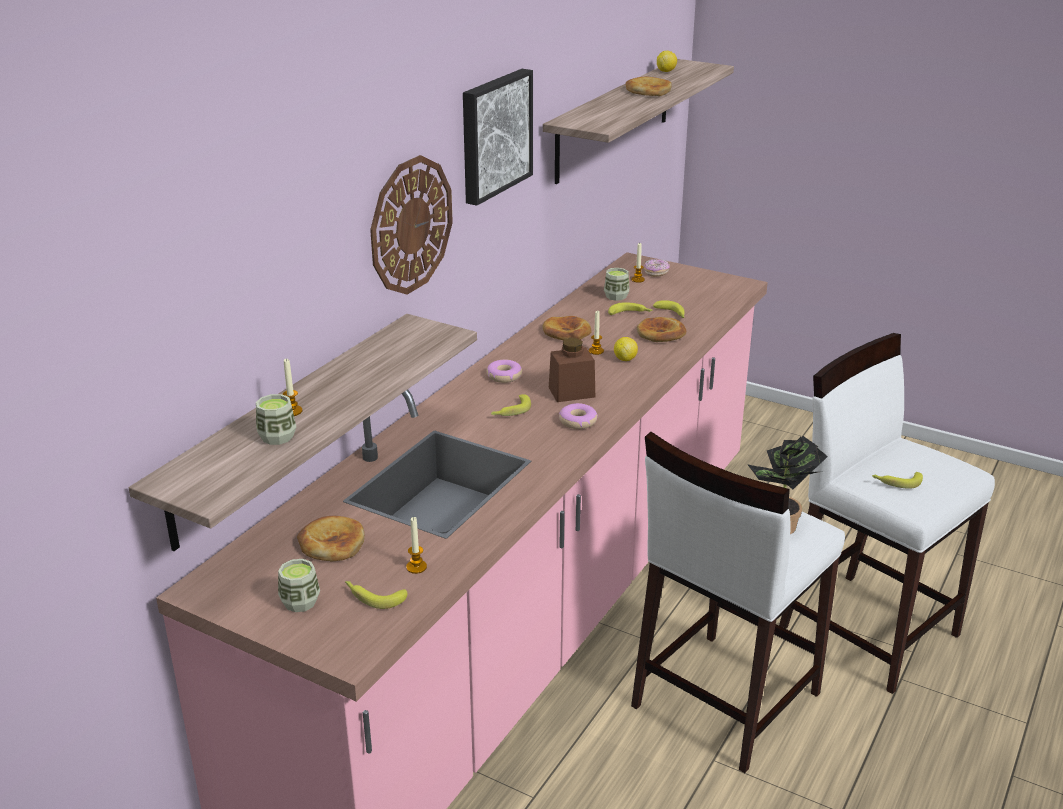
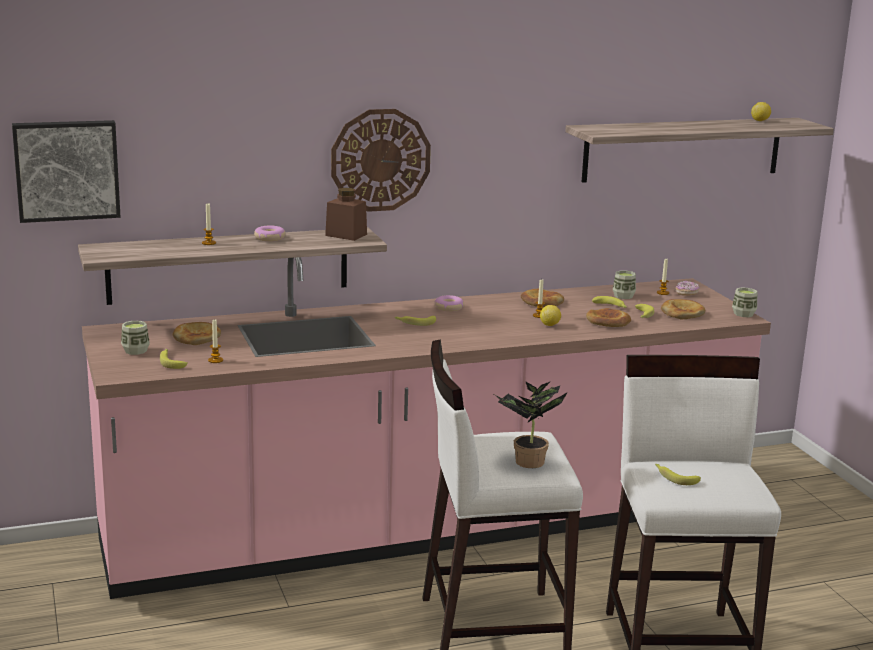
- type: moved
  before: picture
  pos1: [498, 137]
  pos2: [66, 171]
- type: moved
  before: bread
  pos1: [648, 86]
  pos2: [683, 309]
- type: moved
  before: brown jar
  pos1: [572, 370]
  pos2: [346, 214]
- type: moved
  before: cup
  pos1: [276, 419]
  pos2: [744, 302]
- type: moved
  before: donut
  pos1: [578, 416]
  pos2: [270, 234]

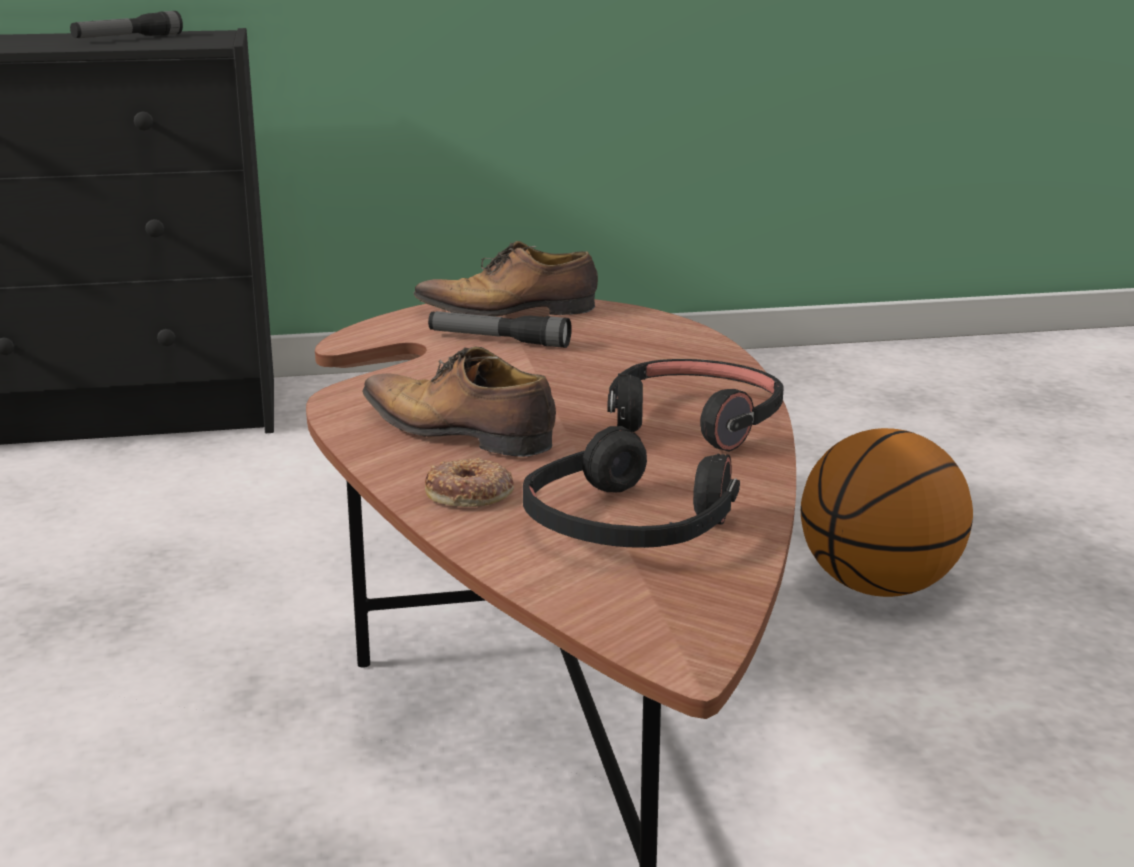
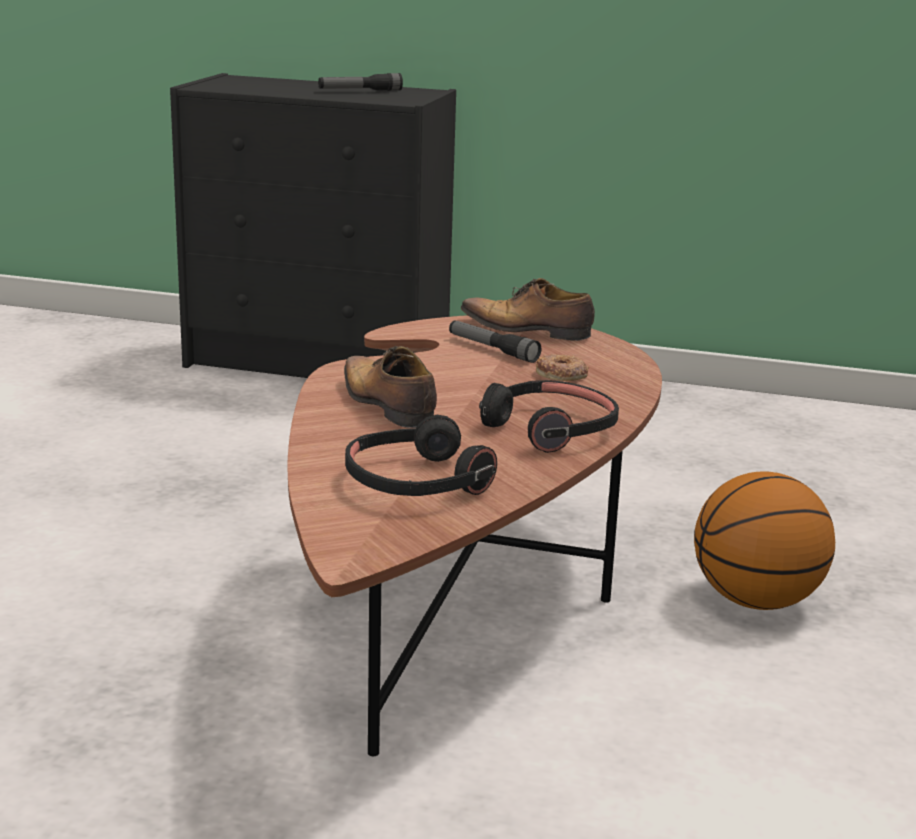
- type: moved
  before: donut
  pos1: [469, 482]
  pos2: [562, 367]

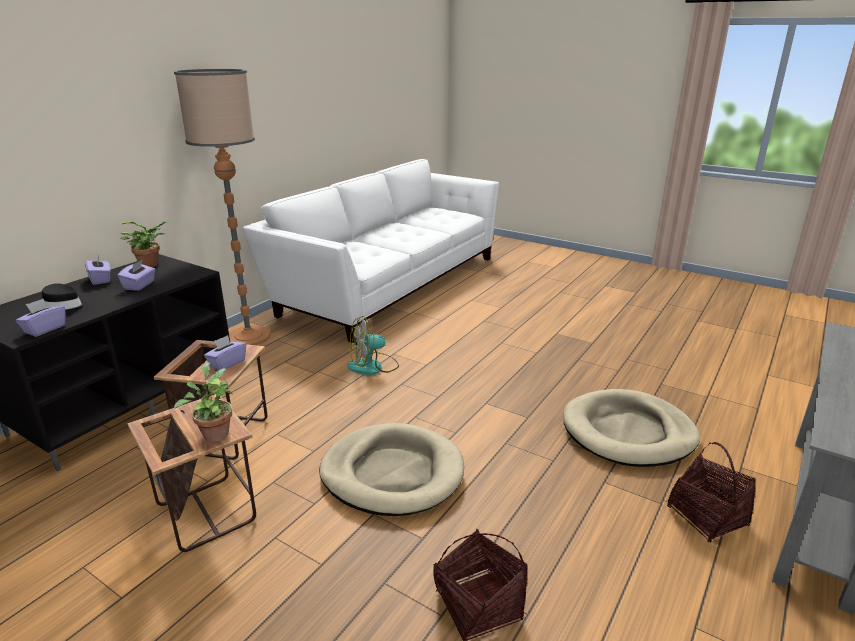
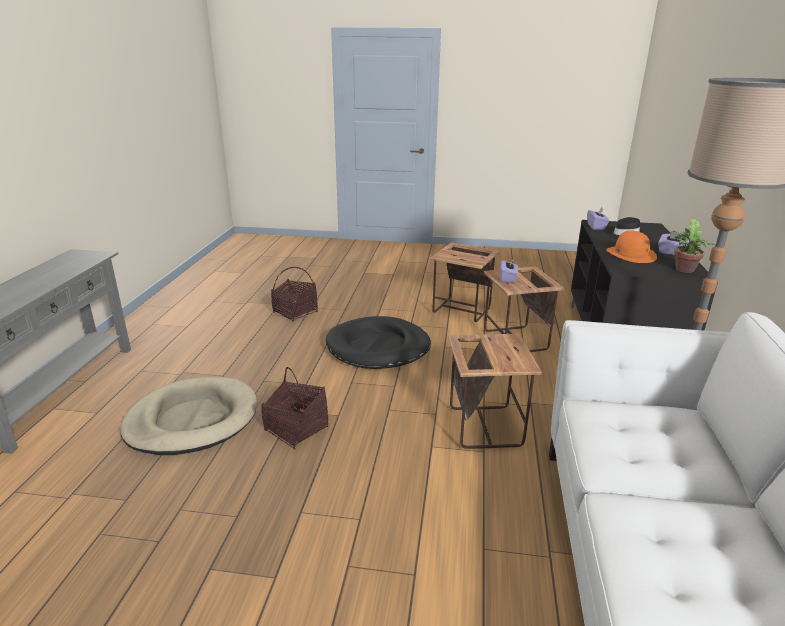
- type: replaced
  before: purple tissue box
  after: orange hat
  pos1: [137, 275]
  pos2: [631, 246]
- type: replaced
  before: fan
  after: side table
  pos1: [373, 346]
  pos2: [495, 391]
- type: removed
  before: potted plant
  pos1: [203, 402]
- type: recoloured
  before: beige dog bed
  after: black dog bed
  pos1: [391, 469]
  pos2: [378, 342]
- type: moved
  before: basket
  pos1: [711, 492]
  pos2: [295, 408]

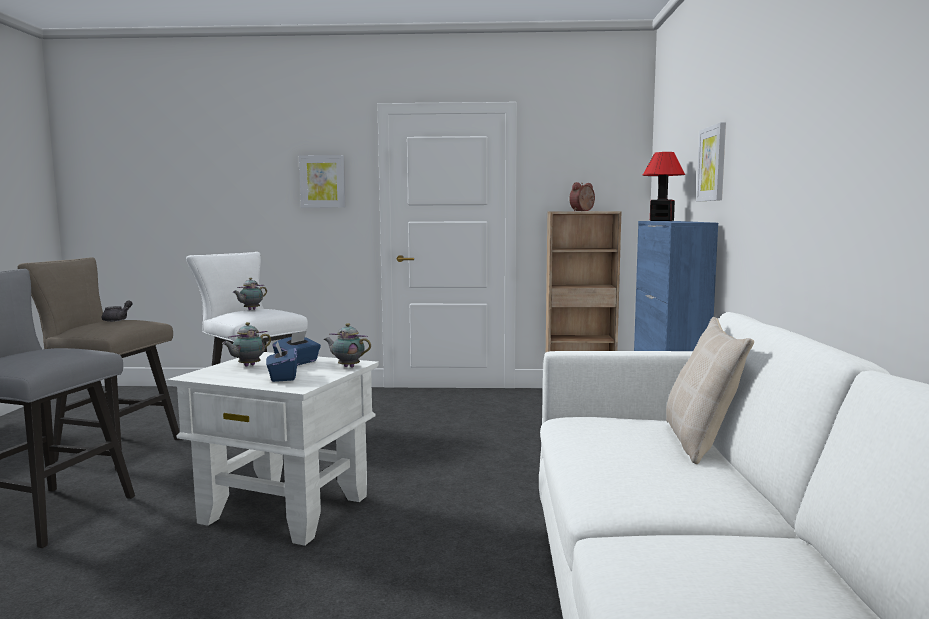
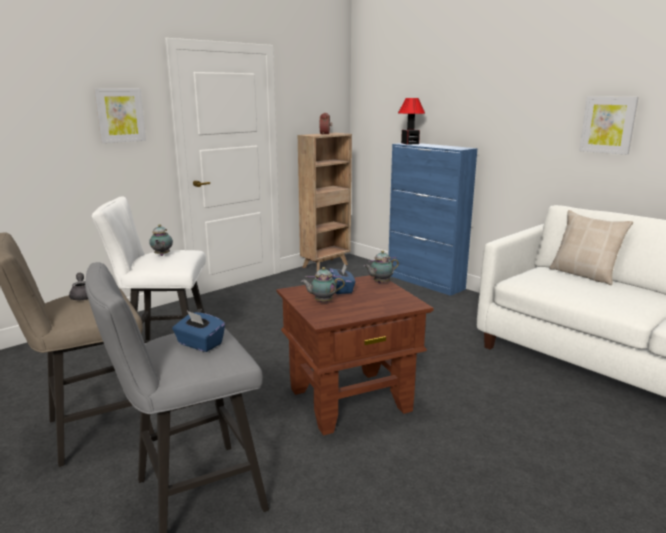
- type: moved
  before: picture
  pos1: [711, 161]
  pos2: [609, 125]
- type: turned
  before: teapot
  pos1: [246, 344]
  pos2: [323, 284]
  turn: 90
- type: moved
  before: blue tissue box
  pos1: [281, 361]
  pos2: [198, 331]
- type: recoloured
  before: white side table
  after: brown side table
  pos1: [273, 449]
  pos2: [354, 355]

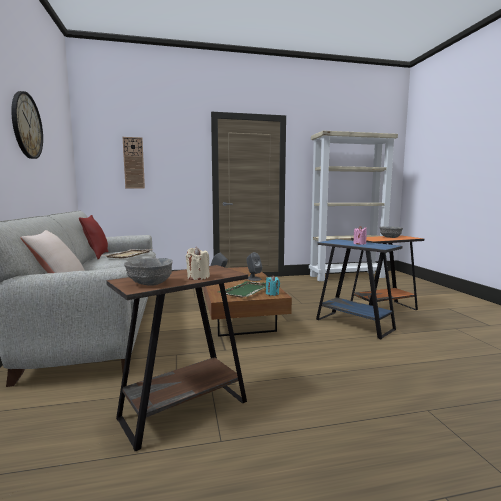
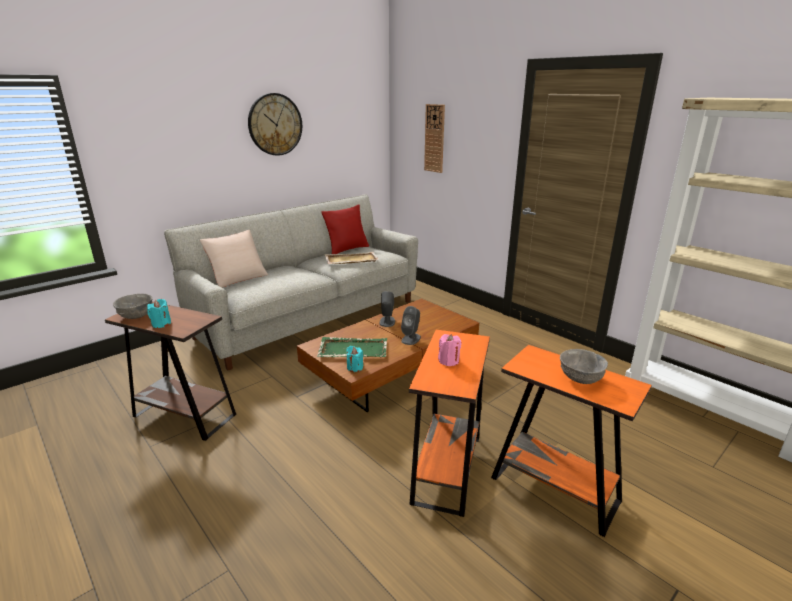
- type: recoloured
  before: blue side table
  after: orange side table
  pos1: [359, 289]
  pos2: [449, 423]
- type: recoloured
  before: beige candle
  after: turquoise candle
  pos1: [198, 263]
  pos2: [159, 313]

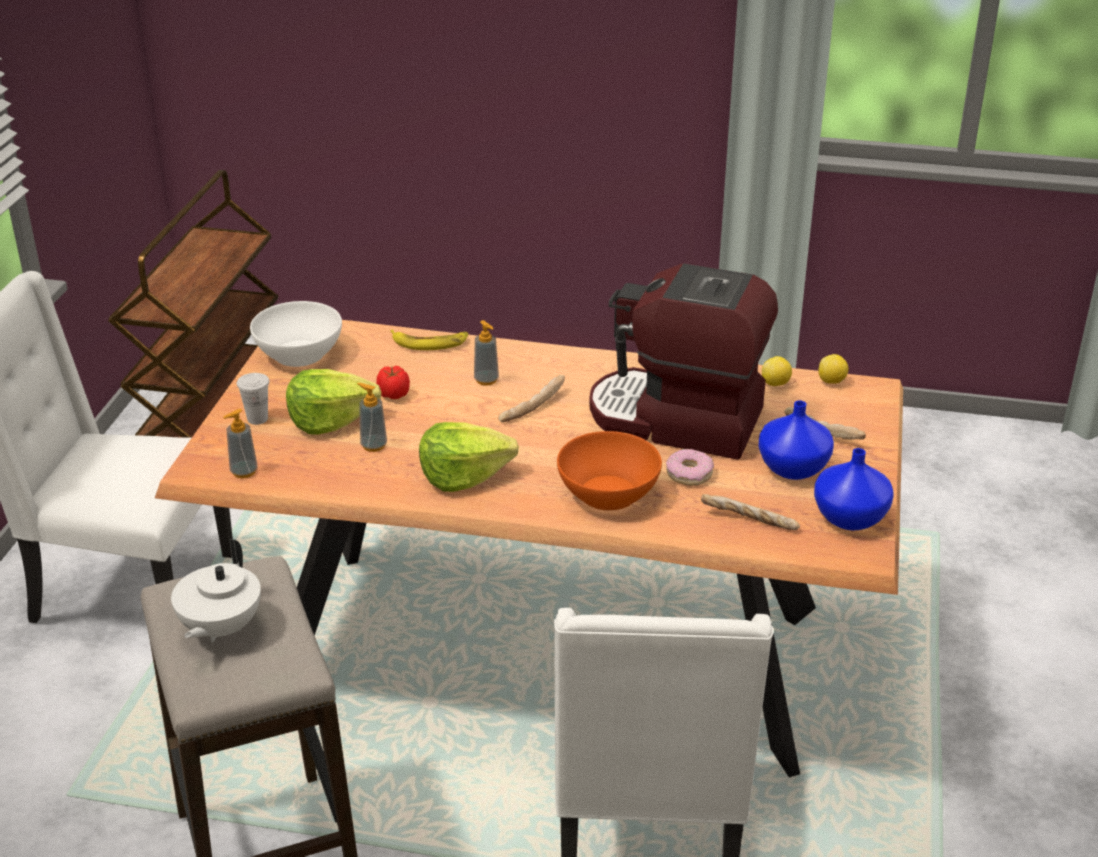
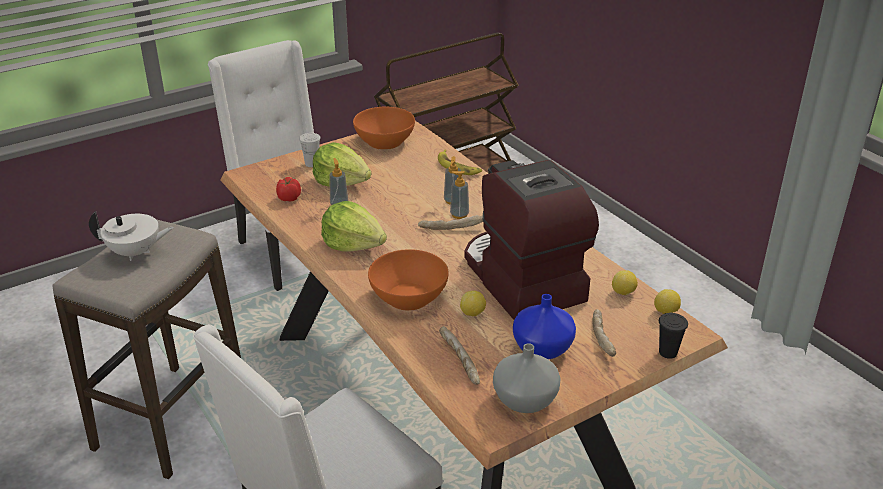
- type: recoloured
  before: white bowl
  after: orange bowl
  pos1: [296, 334]
  pos2: [384, 128]
- type: moved
  before: tomato
  pos1: [393, 382]
  pos2: [288, 189]
- type: moved
  before: soap dispenser
  pos1: [240, 443]
  pos2: [459, 195]
- type: recoloured
  before: blue vase
  after: grey vase
  pos1: [854, 489]
  pos2: [527, 378]
- type: replaced
  before: donut
  after: lemon
  pos1: [690, 467]
  pos2: [473, 303]
- type: turned
  before: white teapot
  pos1: [216, 591]
  pos2: [131, 236]
  turn: -150
- type: added
  after: black cup
  pos2: [673, 336]

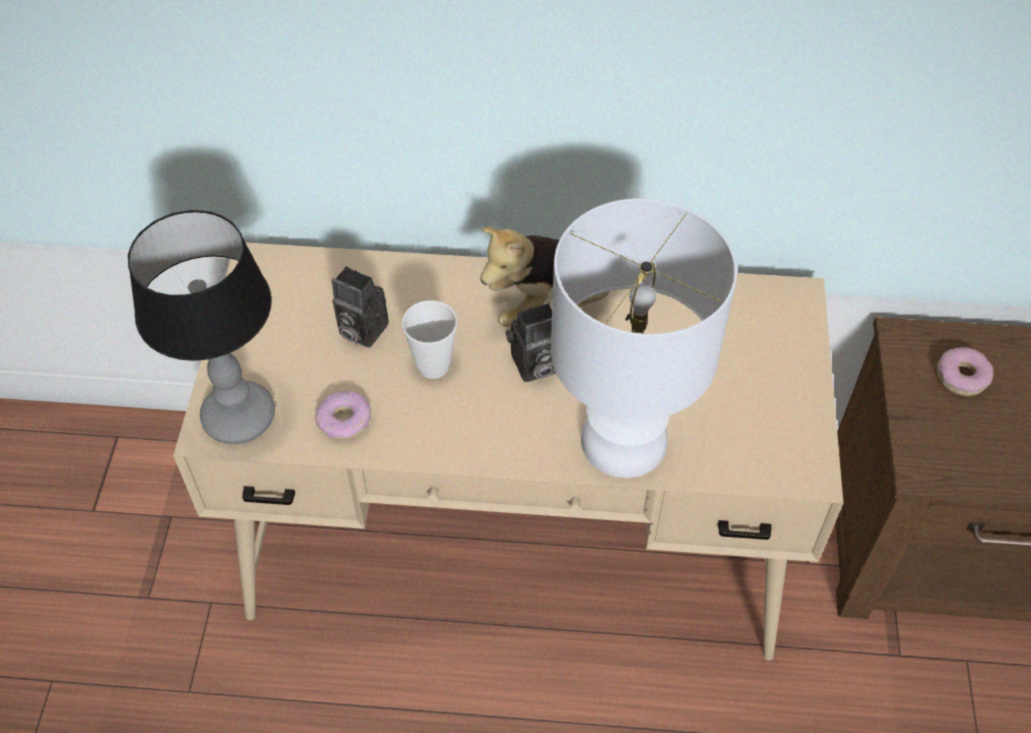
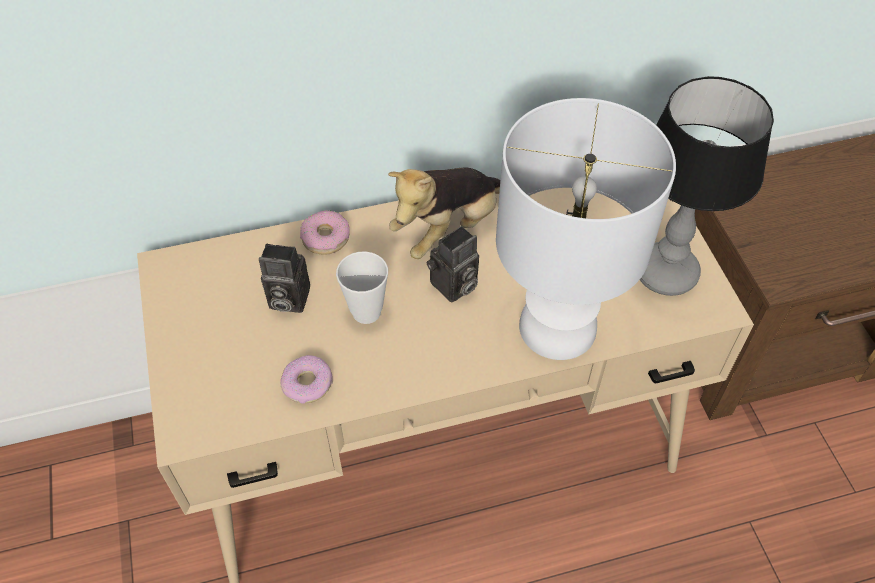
- type: moved
  before: table lamp
  pos1: [201, 327]
  pos2: [707, 186]
- type: moved
  before: donut
  pos1: [965, 371]
  pos2: [325, 232]

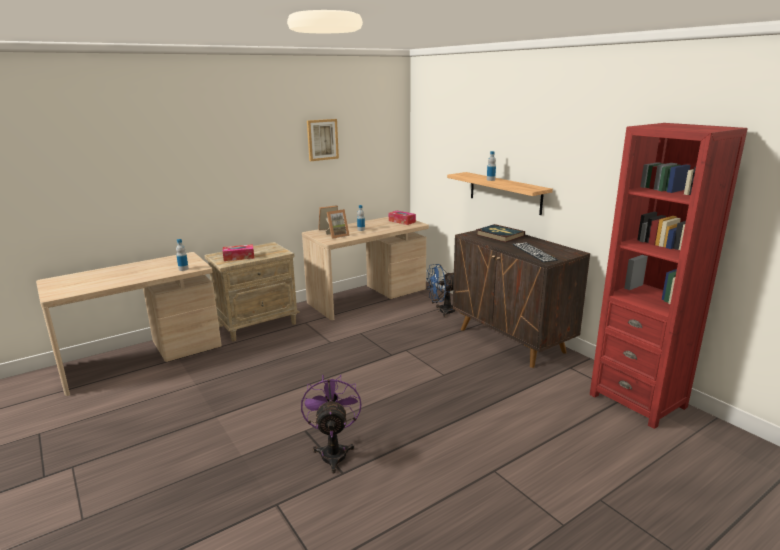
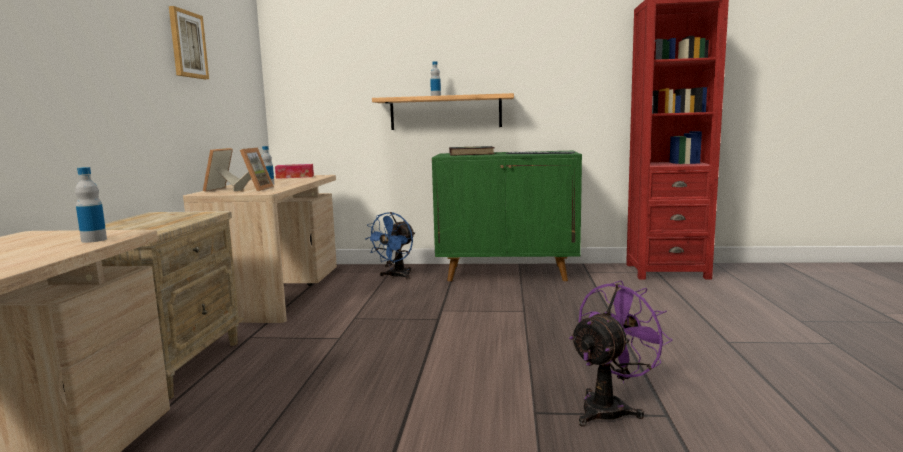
- type: recoloured
  before: brown cabinet
  after: green cabinet
  pos1: [521, 299]
  pos2: [507, 216]
- type: removed
  before: tissue box
  pos1: [238, 252]
- type: turned
  before: purple fan
  pos1: [331, 424]
  pos2: [621, 353]
  turn: 105

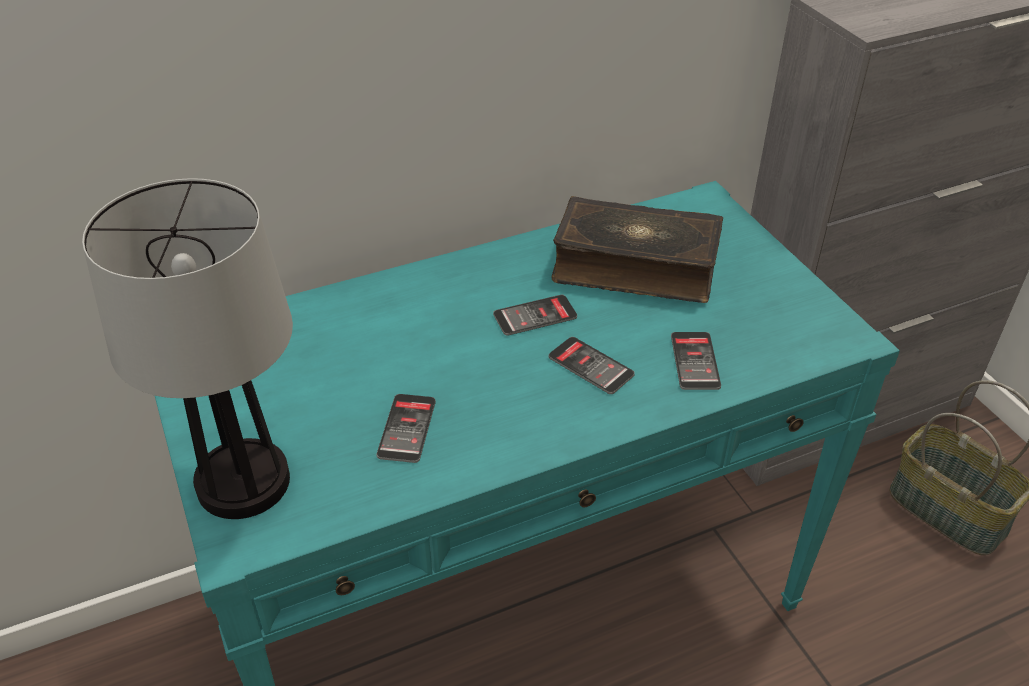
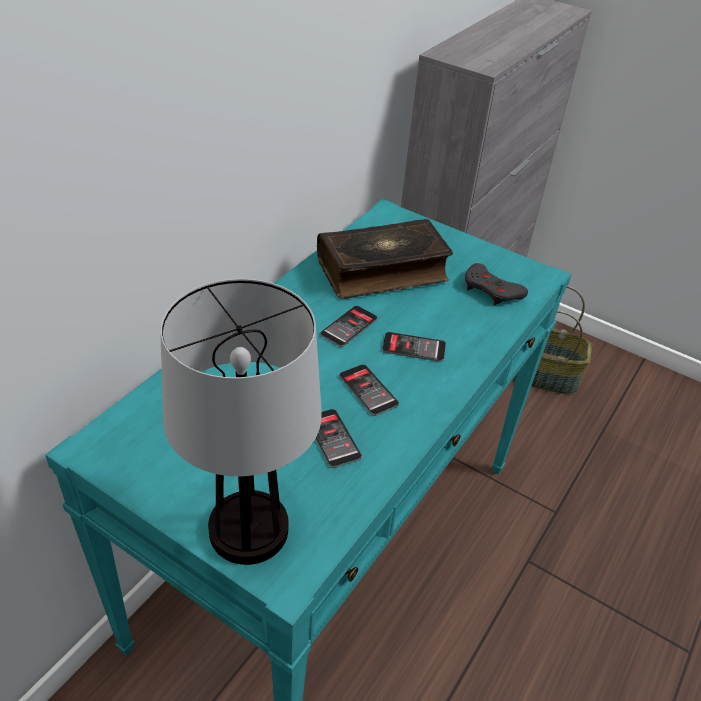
- type: moved
  before: phone
  pos1: [696, 361]
  pos2: [369, 390]
- type: added
  after: grey game controller
  pos2: [496, 284]

